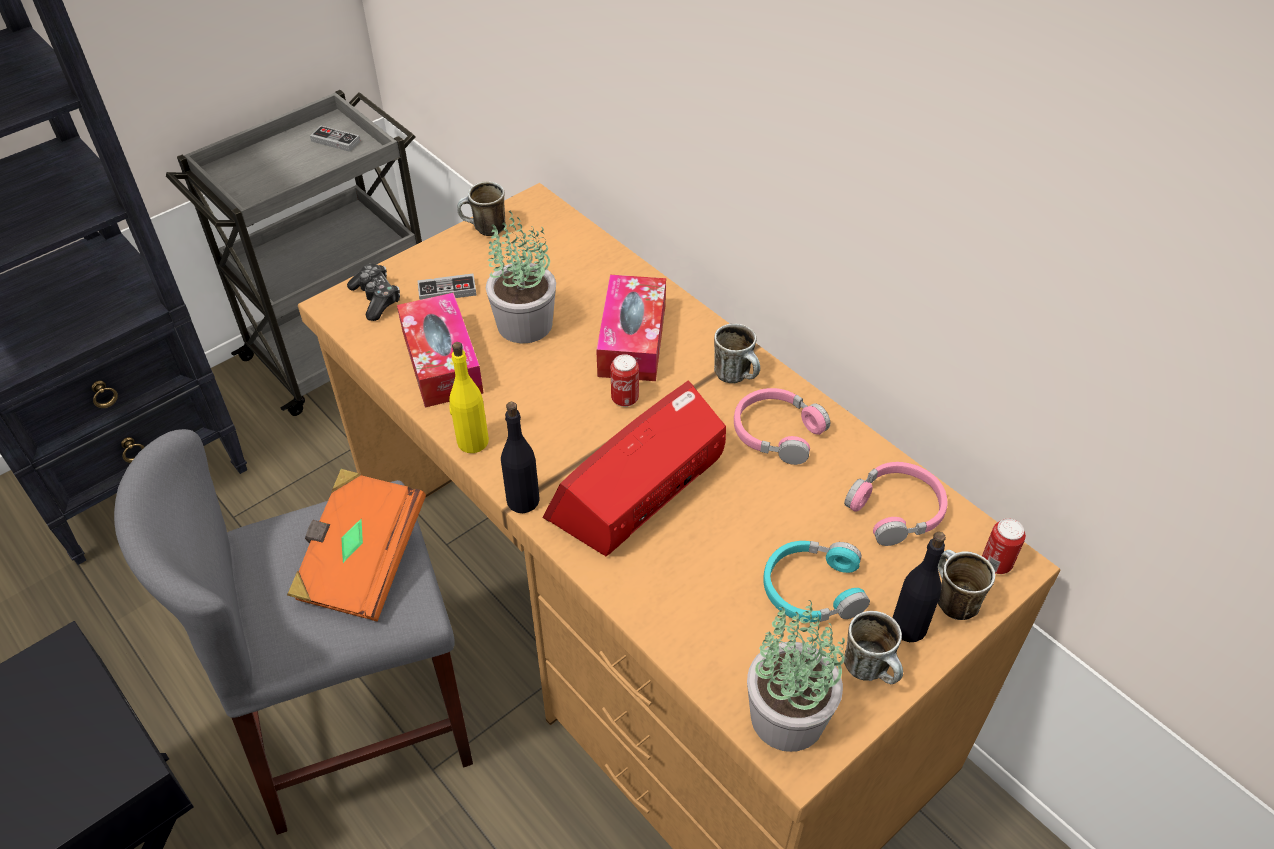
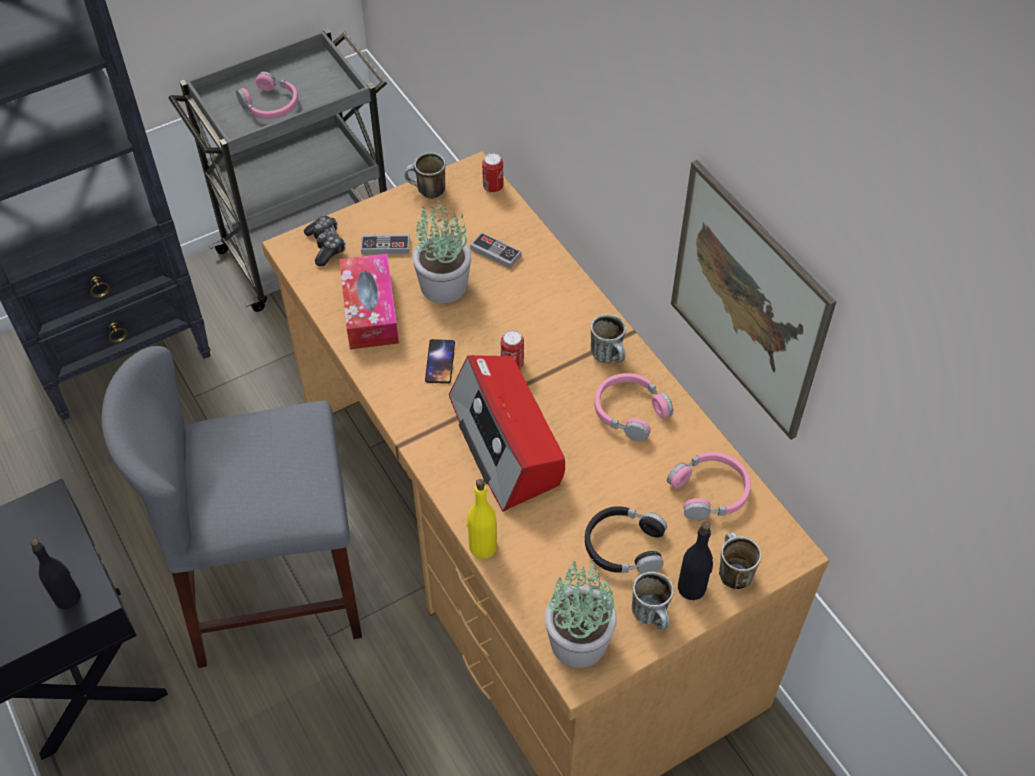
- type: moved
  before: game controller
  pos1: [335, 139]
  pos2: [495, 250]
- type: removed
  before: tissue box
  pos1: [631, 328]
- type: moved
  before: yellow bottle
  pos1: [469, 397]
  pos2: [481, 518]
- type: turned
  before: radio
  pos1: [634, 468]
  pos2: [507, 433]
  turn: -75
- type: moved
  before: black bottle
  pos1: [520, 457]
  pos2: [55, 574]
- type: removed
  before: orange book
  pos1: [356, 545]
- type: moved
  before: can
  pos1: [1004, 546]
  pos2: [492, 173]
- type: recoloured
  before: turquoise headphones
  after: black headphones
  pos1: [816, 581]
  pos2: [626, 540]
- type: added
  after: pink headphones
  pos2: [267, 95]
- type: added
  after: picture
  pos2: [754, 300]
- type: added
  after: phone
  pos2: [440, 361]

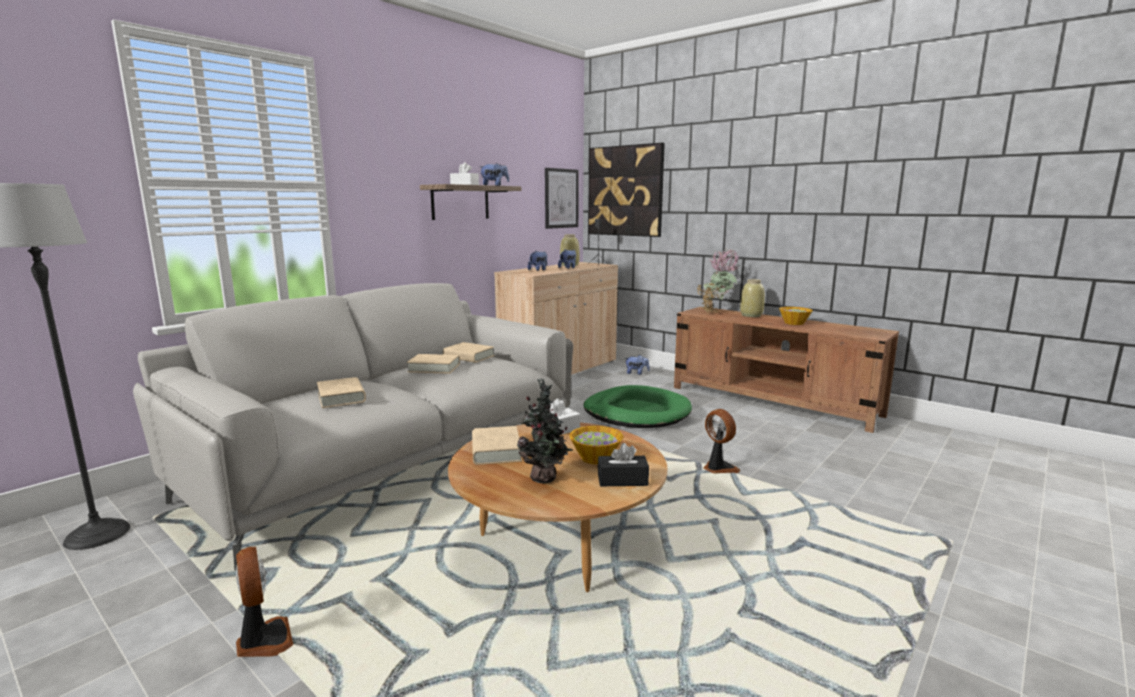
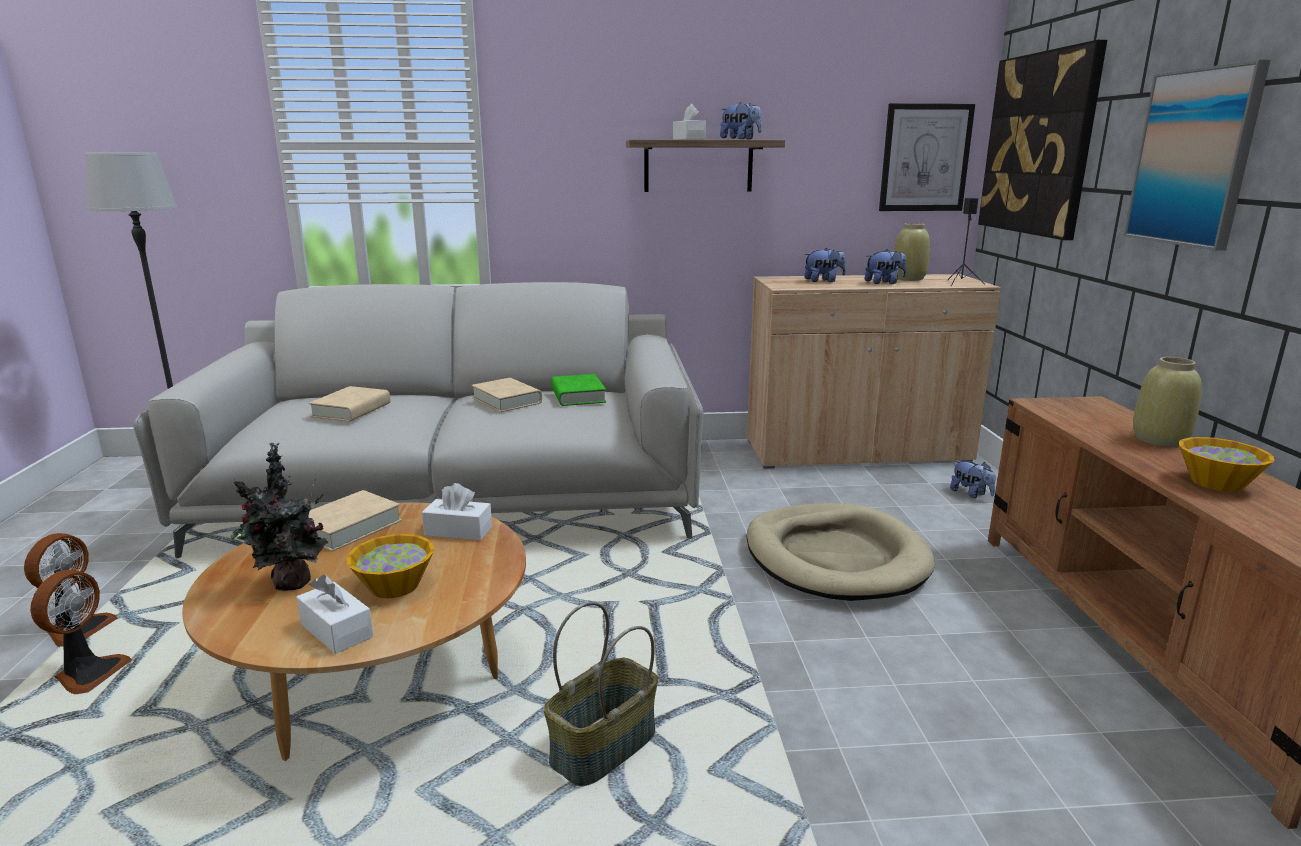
- type: removed
  before: potted plant
  pos1: [717, 281]
- type: recoloured
  before: beige book
  after: green book
  pos1: [469, 352]
  pos2: [578, 390]
- type: recoloured
  before: green dog bed
  after: beige dog bed
  pos1: [637, 406]
  pos2: [840, 552]
- type: moved
  before: fan
  pos1: [722, 441]
  pos2: [81, 632]
- type: recoloured
  before: black tissue box
  after: white tissue box
  pos1: [623, 464]
  pos2: [335, 614]
- type: added
  after: picture
  pos2: [1196, 155]
- type: added
  after: basket
  pos2: [601, 694]

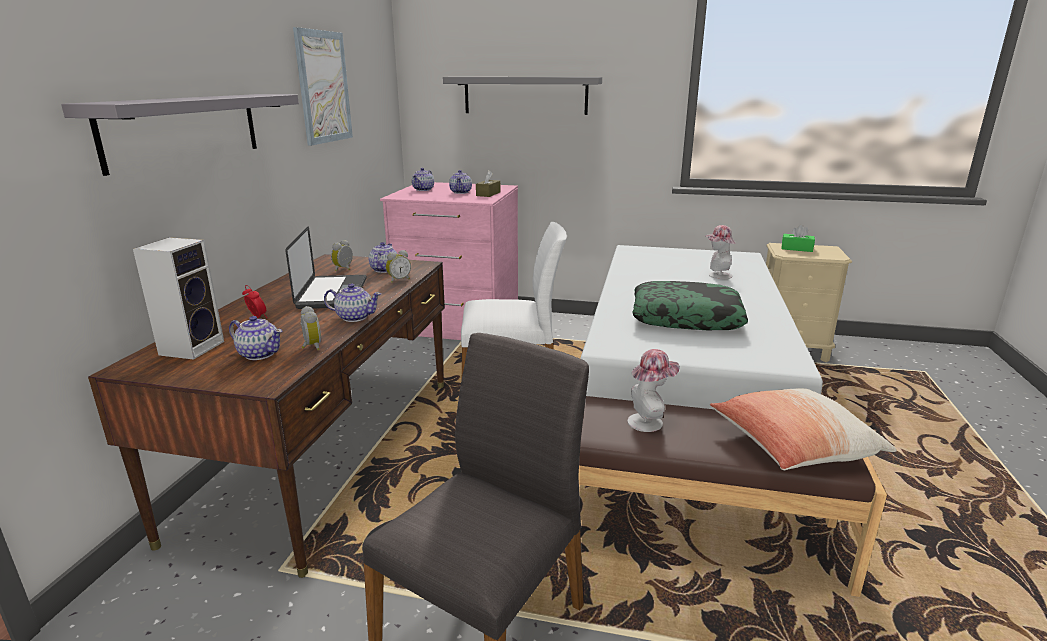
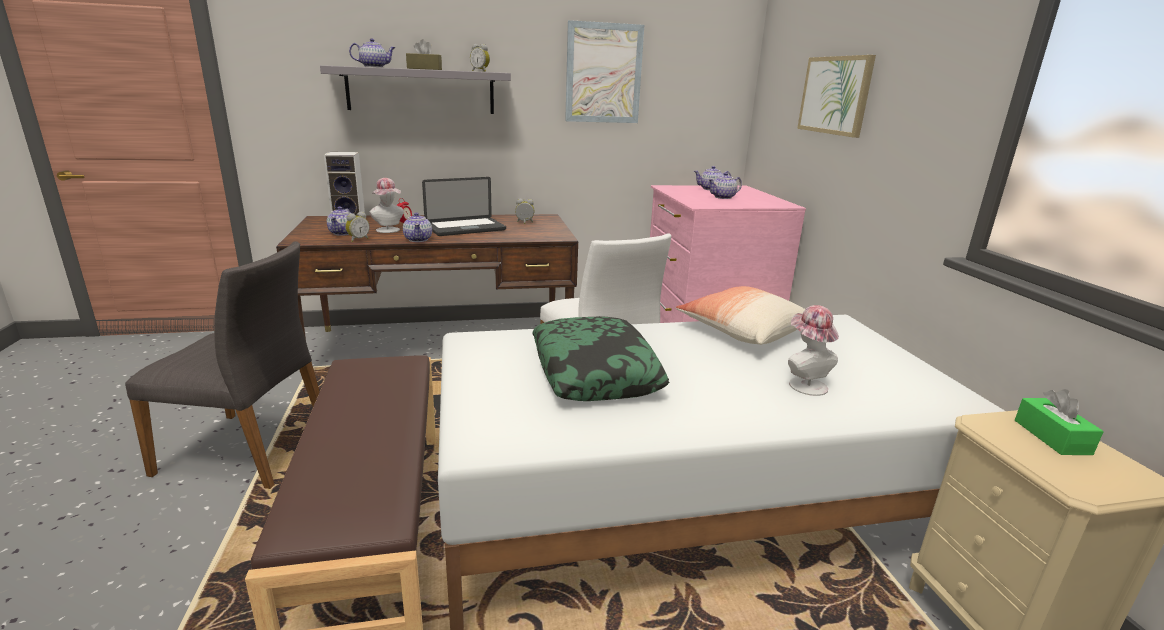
- type: replaced
  before: grey shelf
  after: picture
  pos1: [522, 96]
  pos2: [836, 96]
- type: moved
  before: brown tissue box
  pos1: [488, 183]
  pos2: [424, 54]
- type: moved
  before: teapot
  pos1: [382, 257]
  pos2: [372, 53]
- type: moved
  before: alarm clock
  pos1: [398, 266]
  pos2: [480, 58]
- type: moved
  before: hat
  pos1: [654, 390]
  pos2: [386, 205]
- type: moved
  before: pillow
  pos1: [803, 429]
  pos2: [740, 315]

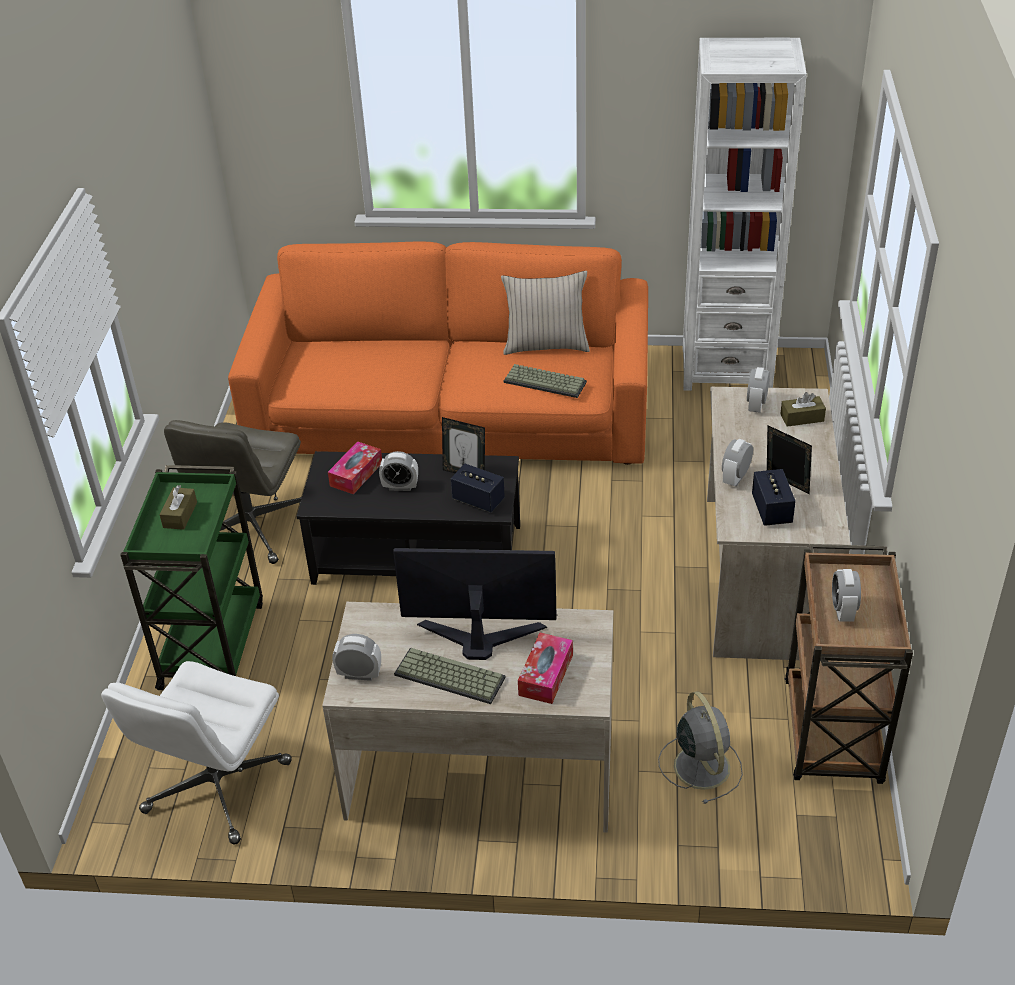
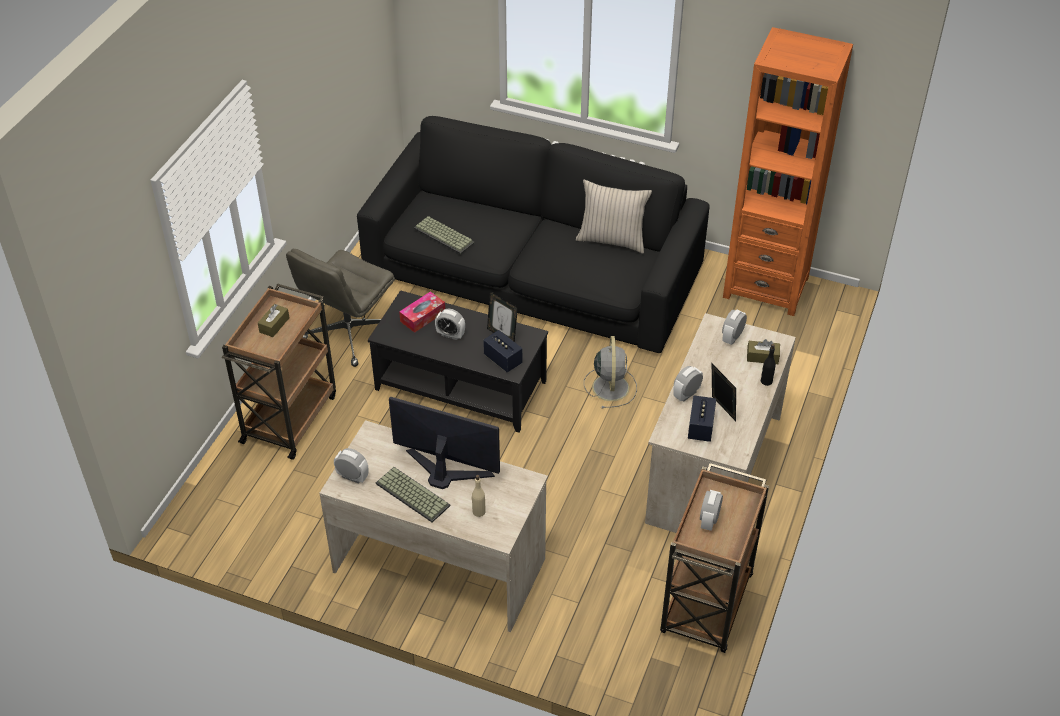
- type: recoloured
  before: white bookcase
  after: orange bookcase
  pos1: [745, 214]
  pos2: [788, 171]
- type: recoloured
  before: orange sofa
  after: black sofa
  pos1: [438, 353]
  pos2: [533, 234]
- type: moved
  before: keyboard
  pos1: [545, 381]
  pos2: [444, 235]
- type: recoloured
  before: green cart
  after: brown cart
  pos1: [191, 577]
  pos2: [279, 372]
- type: replaced
  before: tissue box
  after: beige bottle
  pos1: [545, 668]
  pos2: [478, 496]
- type: removed
  before: white office chair
  pos1: [196, 752]
- type: moved
  before: grey fan
  pos1: [700, 747]
  pos2: [610, 372]
- type: added
  after: black bottle
  pos2: [768, 365]

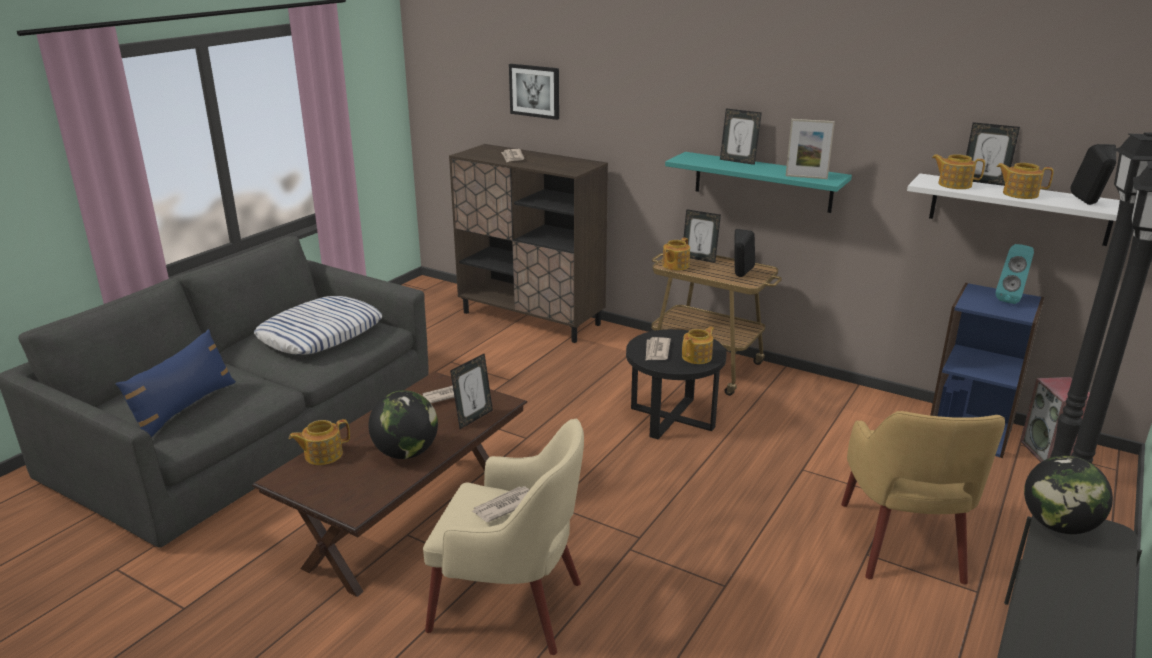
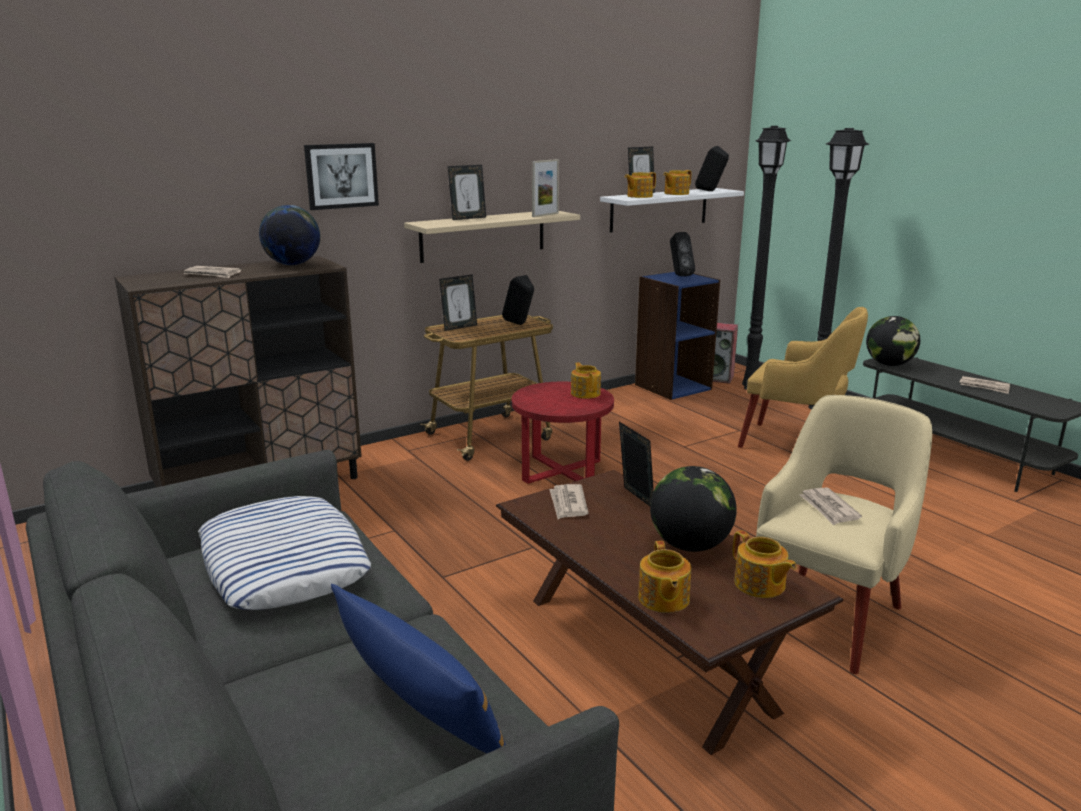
- type: moved
  before: picture
  pos1: [534, 92]
  pos2: [341, 176]
- type: recoloured
  before: turquoise shelf
  after: beige shelf
  pos1: [758, 182]
  pos2: [492, 237]
- type: moved
  before: teapot
  pos1: [676, 254]
  pos2: [765, 564]
- type: recoloured
  before: turquoise speaker
  after: black speaker
  pos1: [1015, 274]
  pos2: [682, 254]
- type: recoloured
  before: black side table
  after: red side table
  pos1: [676, 384]
  pos2: [563, 433]
- type: moved
  before: newspaper
  pos1: [658, 348]
  pos2: [984, 385]
- type: added
  after: globe
  pos2: [290, 235]

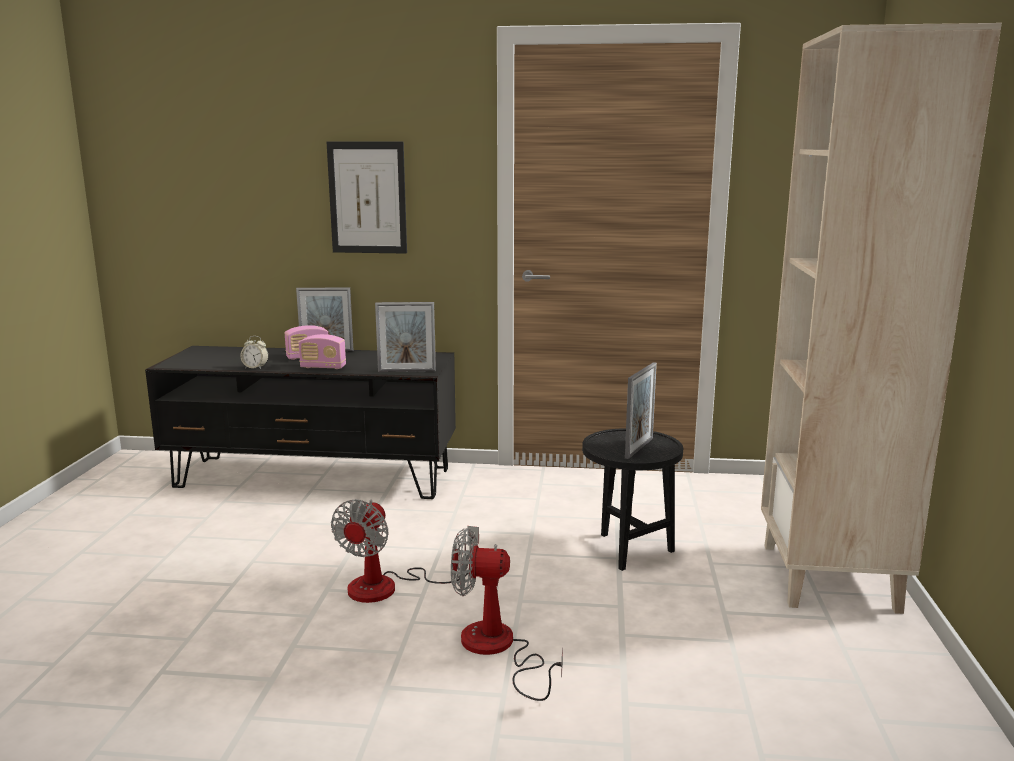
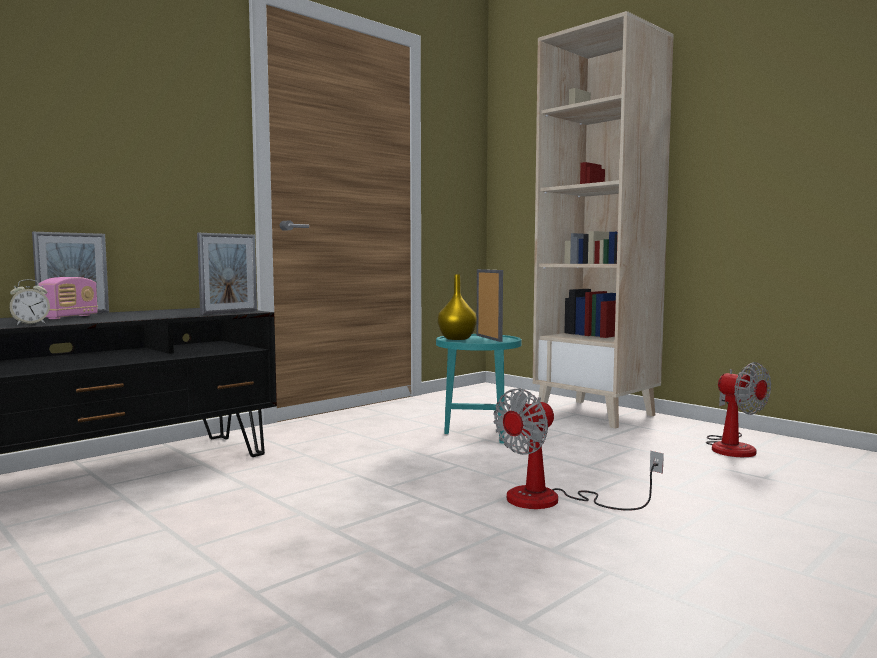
- type: removed
  before: picture
  pos1: [367, 198]
- type: removed
  before: radio
  pos1: [322, 351]
- type: recoloured
  before: black side table
  after: turquoise side table
  pos1: [632, 499]
  pos2: [478, 388]
- type: moved
  before: fan
  pos1: [405, 551]
  pos2: [738, 409]
- type: added
  after: yellow vase
  pos2: [457, 307]

